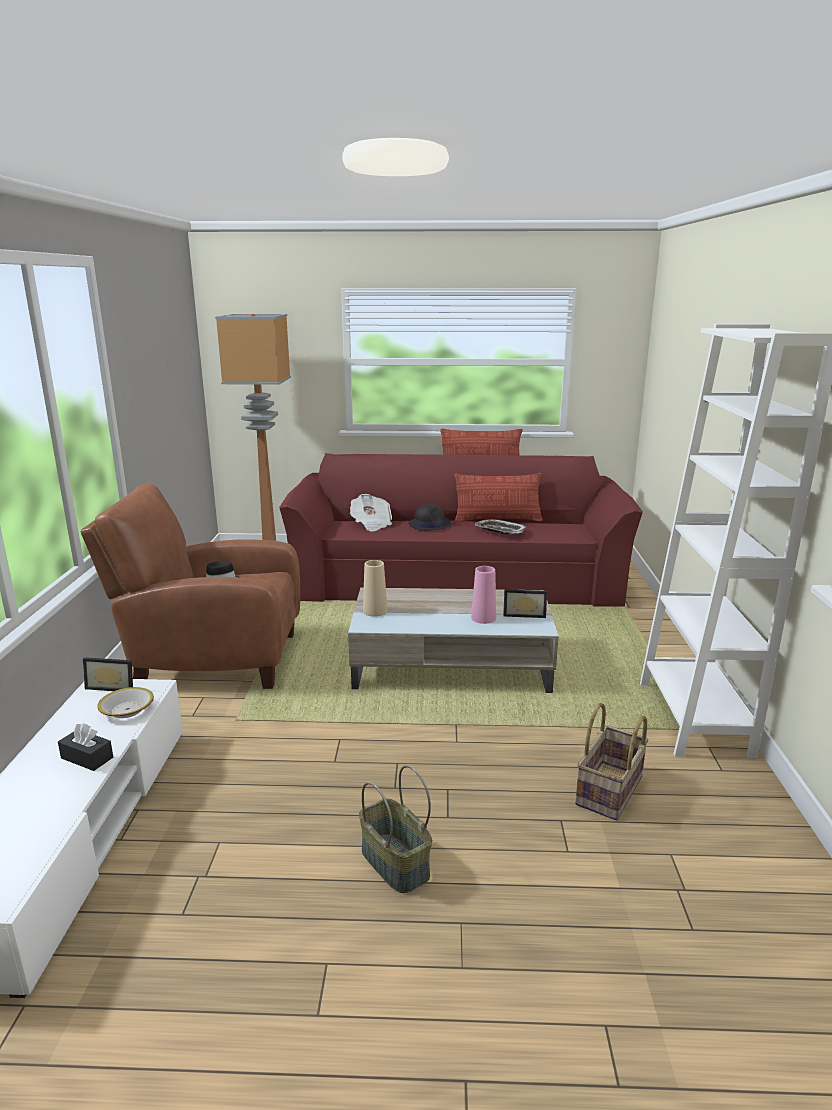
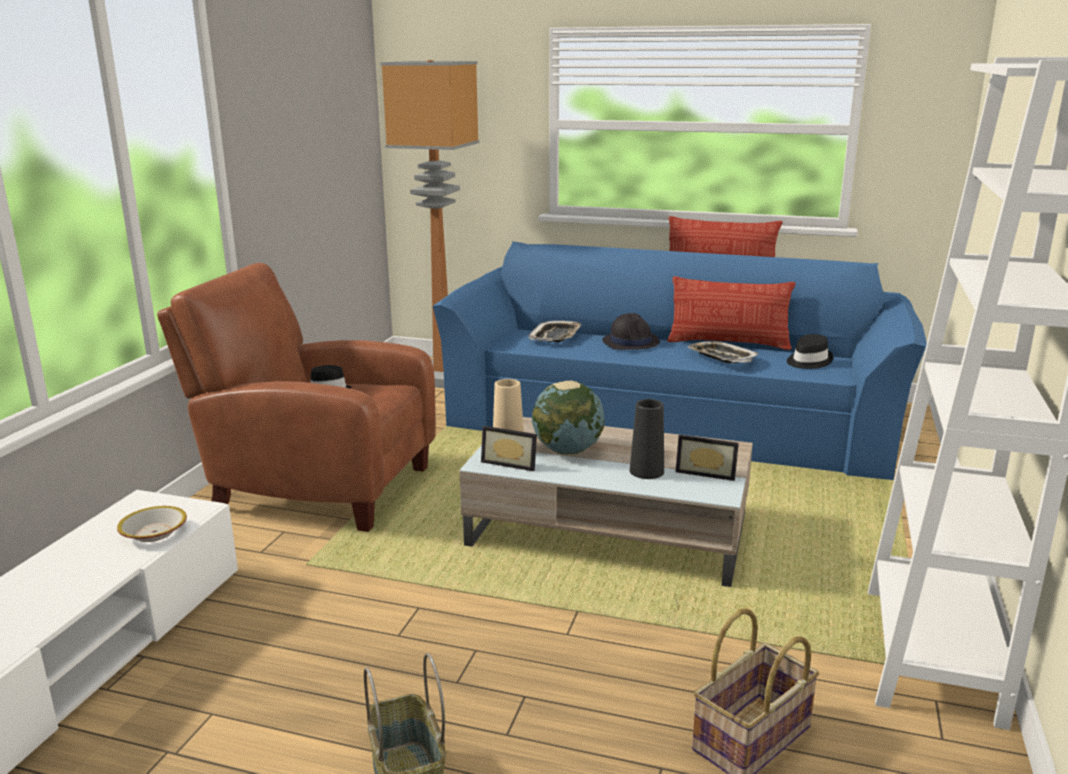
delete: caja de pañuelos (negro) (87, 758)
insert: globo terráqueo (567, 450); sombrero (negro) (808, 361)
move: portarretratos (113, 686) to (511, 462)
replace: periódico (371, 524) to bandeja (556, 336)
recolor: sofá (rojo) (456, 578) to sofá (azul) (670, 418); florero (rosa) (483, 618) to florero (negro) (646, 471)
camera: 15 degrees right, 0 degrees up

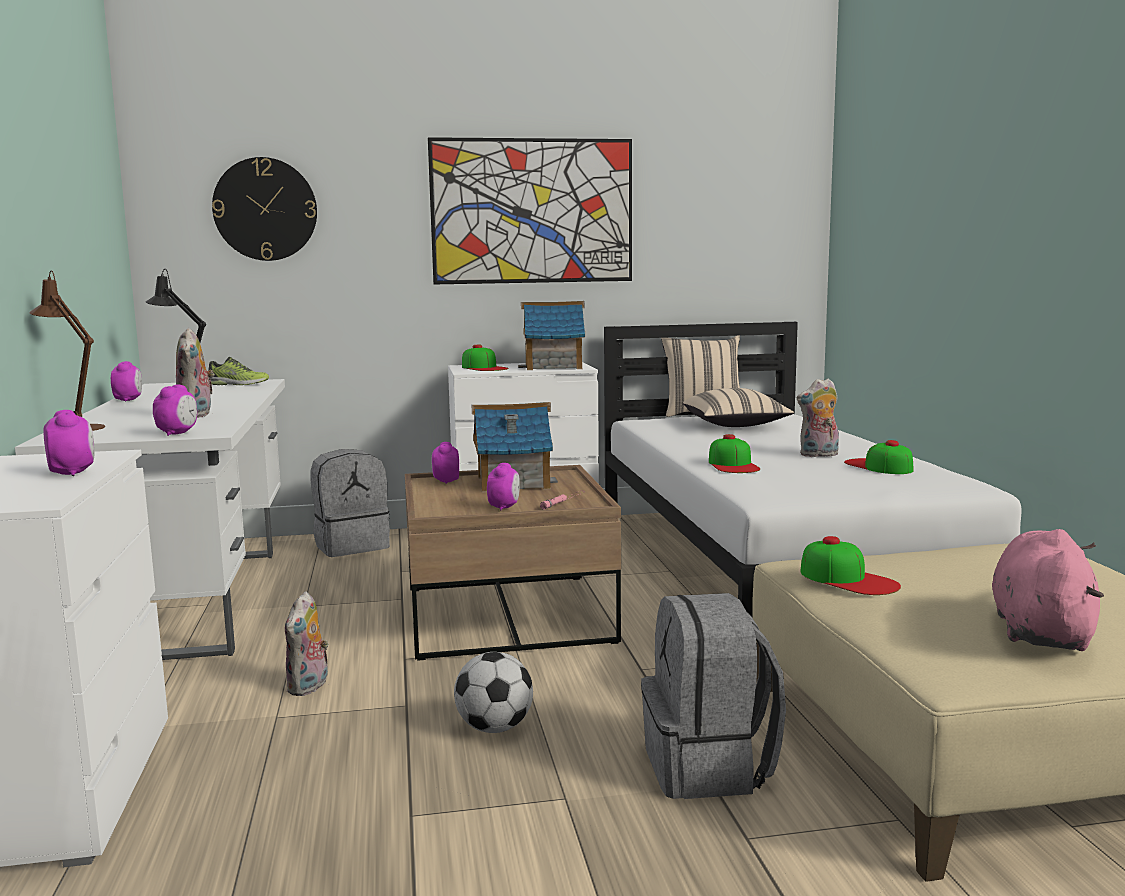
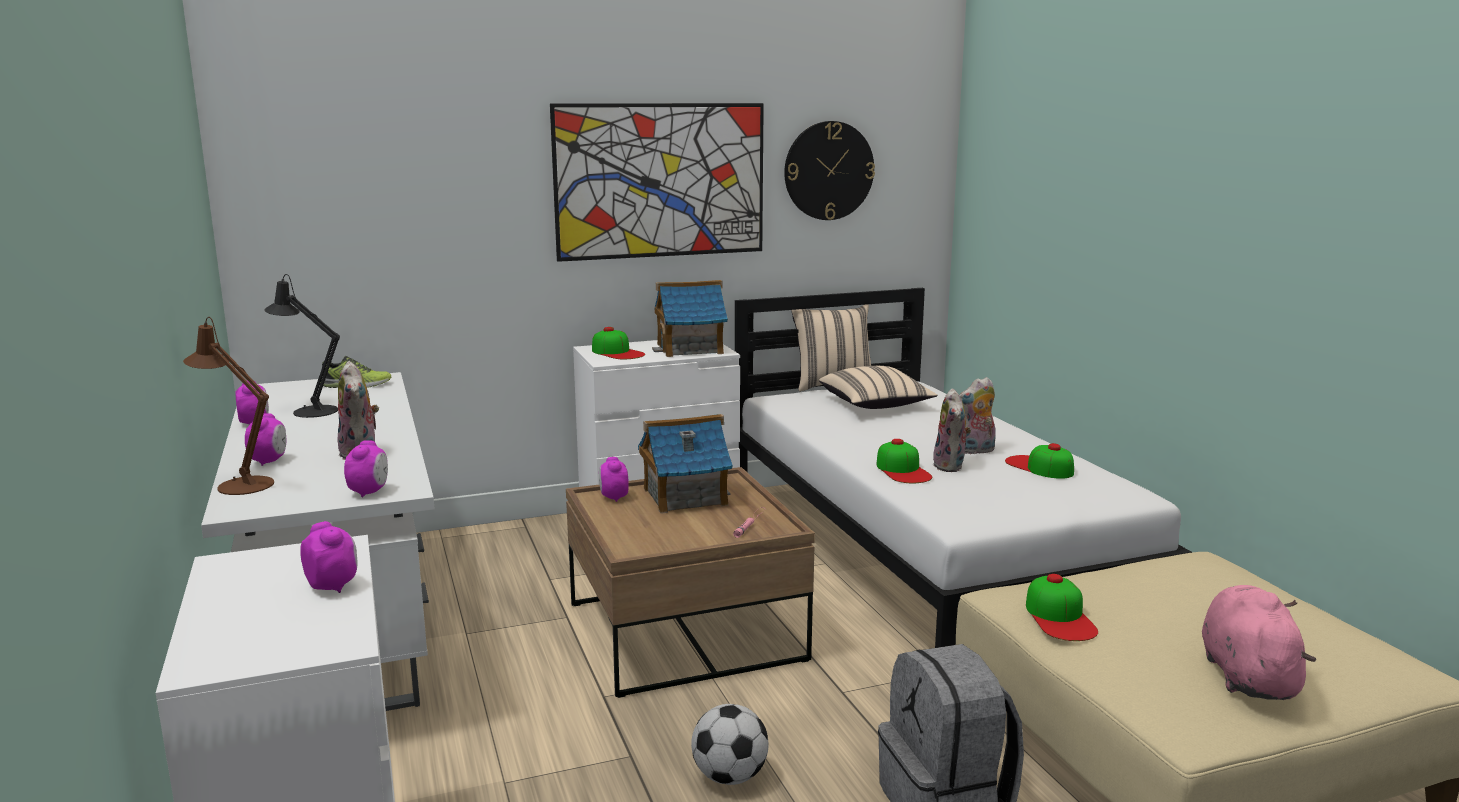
delete: mochila (gris) (352, 546)
move: despertador (504, 507) to (269, 461); reloj de pared (265, 209) to (828, 171); peluche (309, 687) to (951, 466)
rotate: gorra (848, 579) = (1060, 617) 45 degrees clockwise
camera: 10 degrees left, 5 degrees up

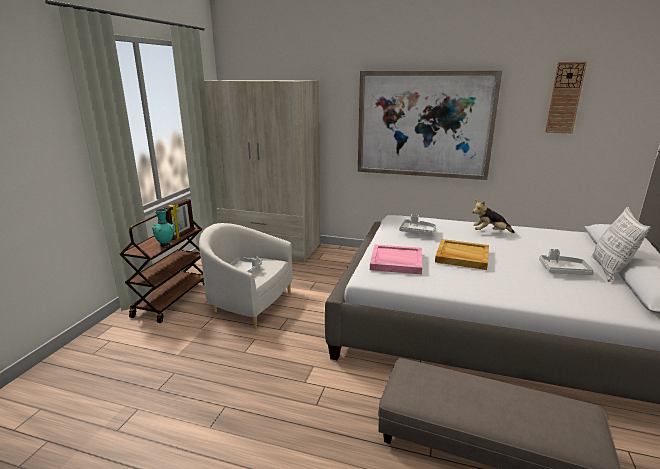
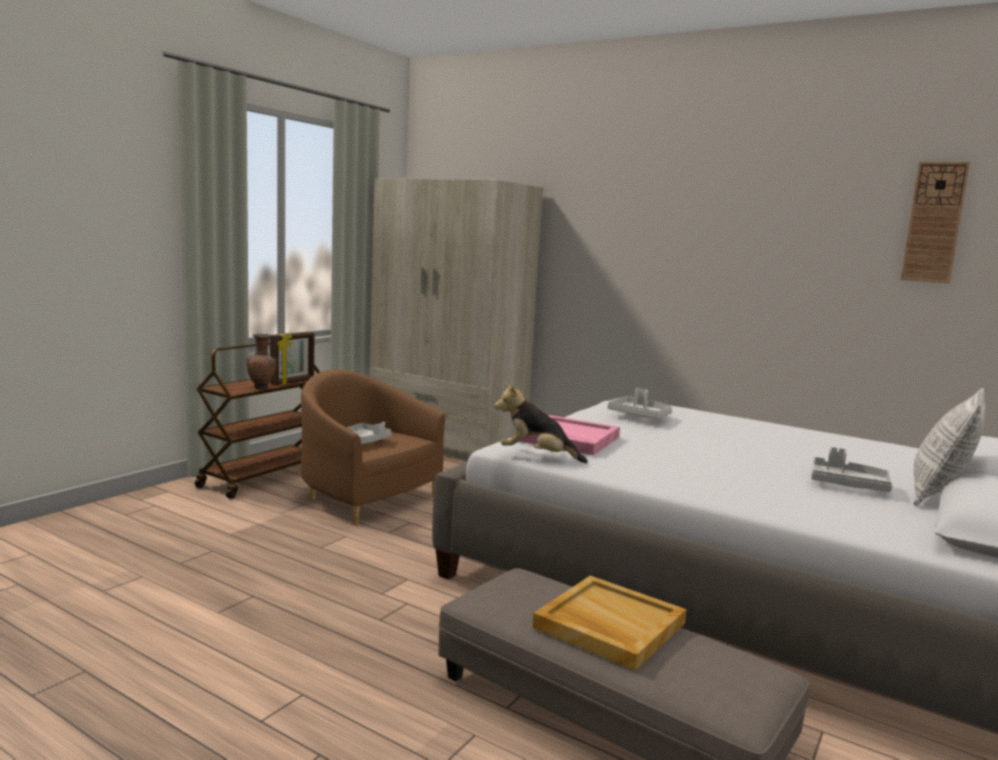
delete: cuadro (424, 124)
move: peluche (490, 232) to (537, 456); bandeja (beis) (461, 256) to (608, 625)
recolor: florero (turquesa) (165, 245) to florero (marrón) (262, 387); sillón (blanco) (248, 303) to sillón (marrón) (365, 498)
camera: 15 degrees right, 10 degrees down

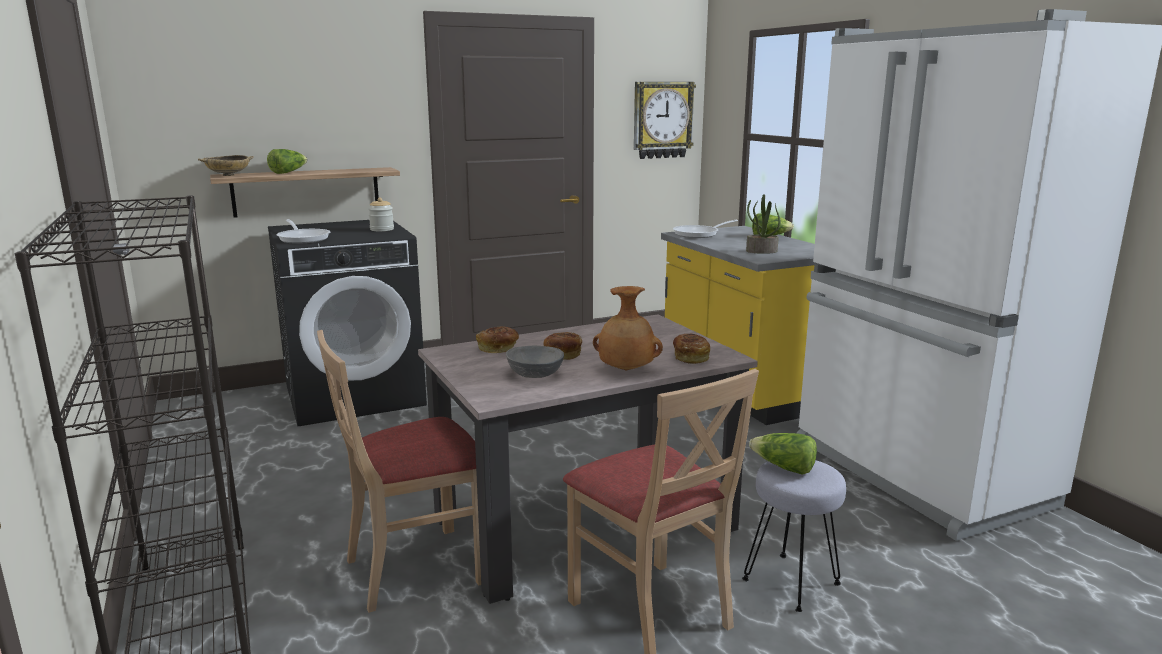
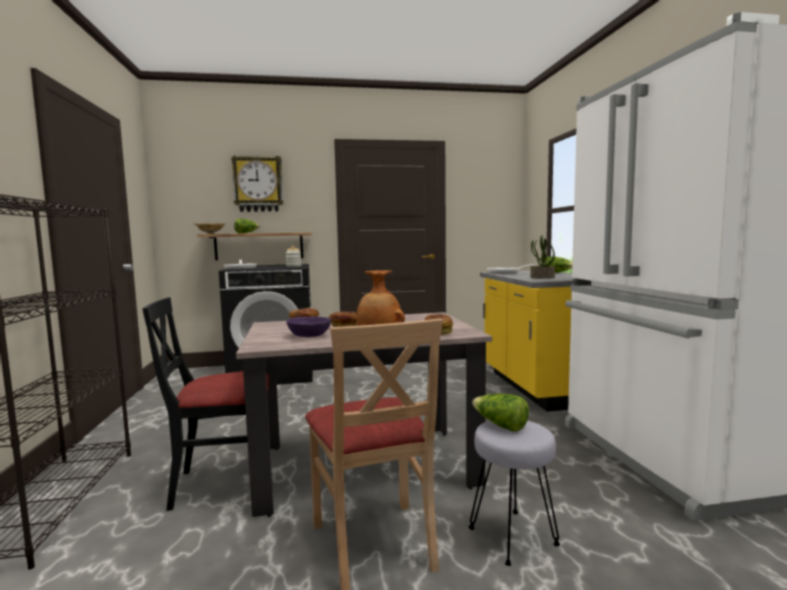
move: reloj de pared (662, 120) to (258, 184)
recolor: silla (beis) (415, 568) to silla (negro) (223, 483); cuenco (gris) (534, 374) to cuenco (morado) (309, 336)
camera: 15 degrees right, 10 degrees down

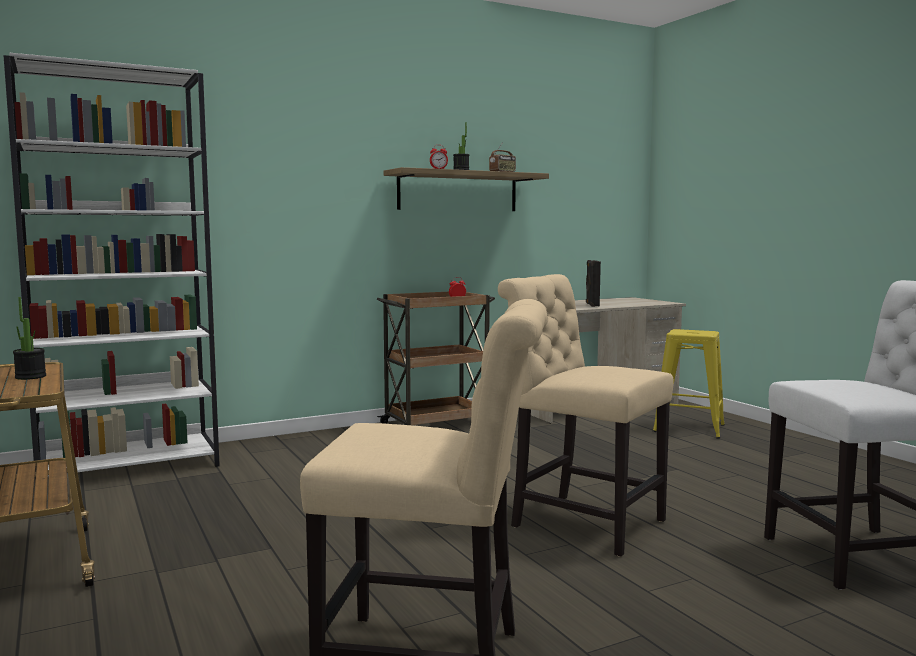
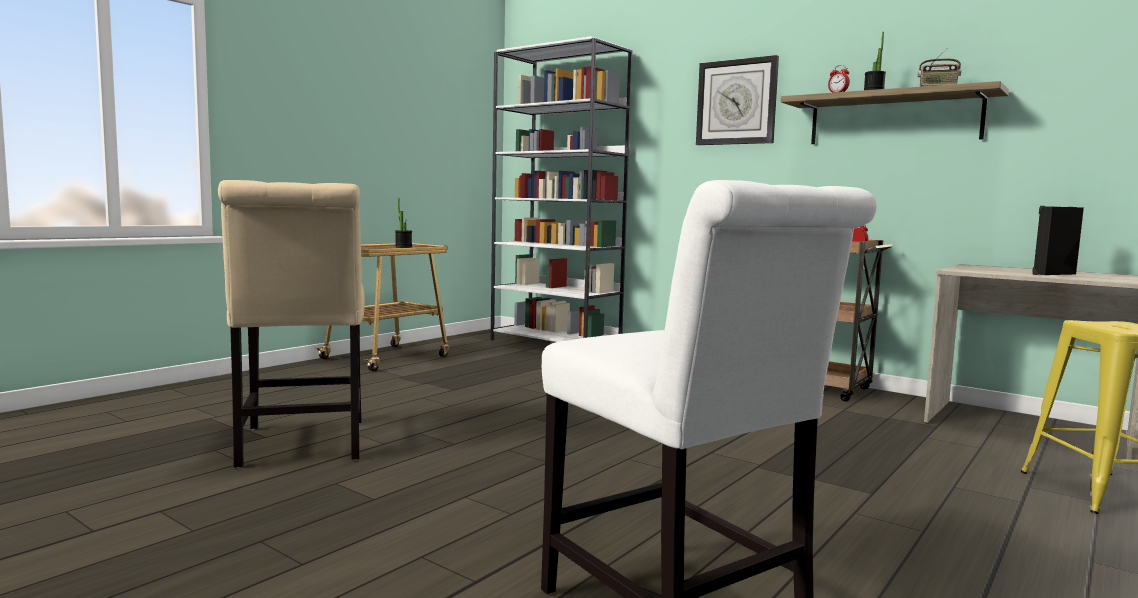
delete: silla (beis) (581, 522)
insert: reloj de pared (736, 102)
camera: 65 degrees right, 0 degrees up

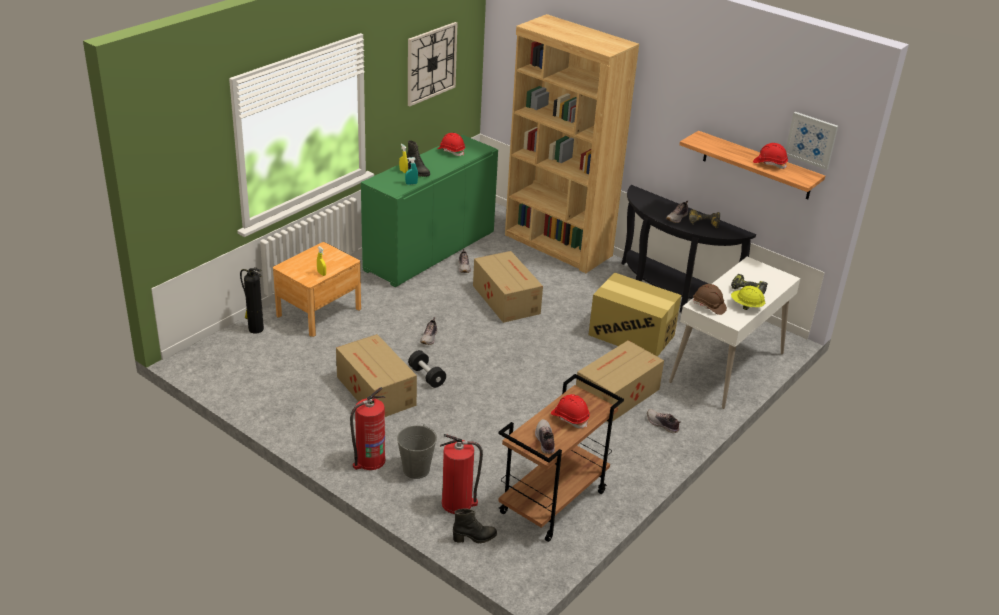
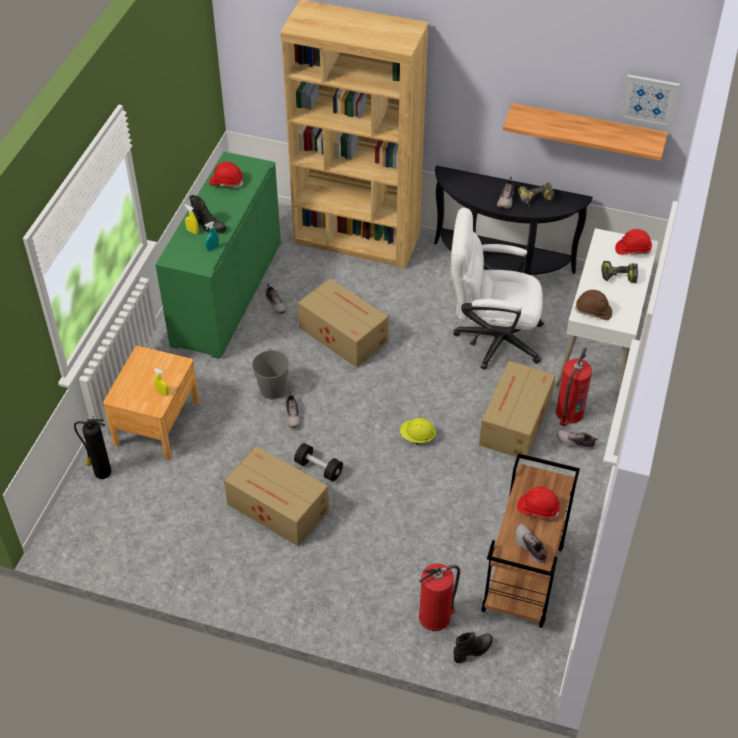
delete: reloj de pared (431, 63)
move: cubo (gris) (416, 469) to (272, 389); casco (amarillo) (746, 306) to (417, 437); extintor (369, 460) to (569, 413); casco (rojo) (769, 164) to (632, 249)
replace: caja de cartón (631, 335) to silla de oficina (blanco) (491, 338)
camera: 20 degrees left, 15 degrees up

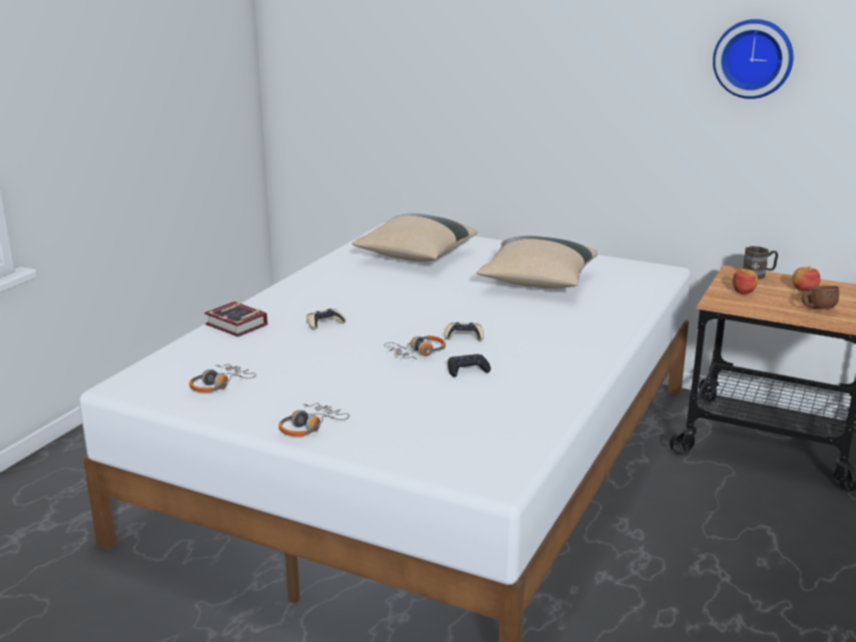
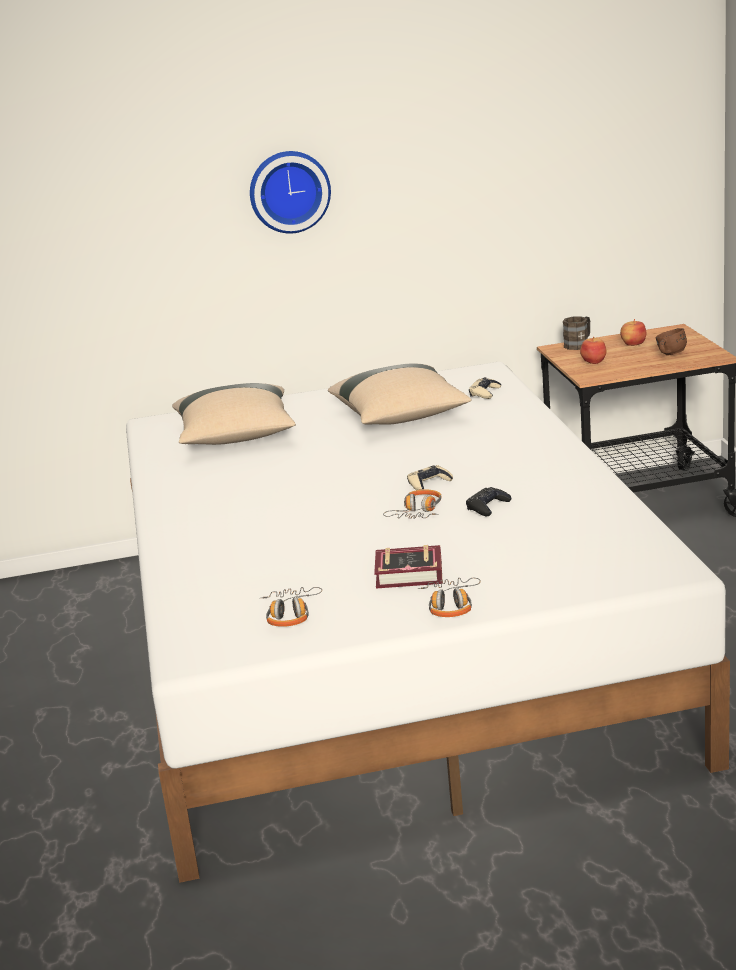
move: reloj de pared (753, 58) to (289, 191); libro (237, 326) to (412, 575); mando de consola (beis) (324, 323) to (484, 393)
camera: 35 degrees left, 0 degrees up

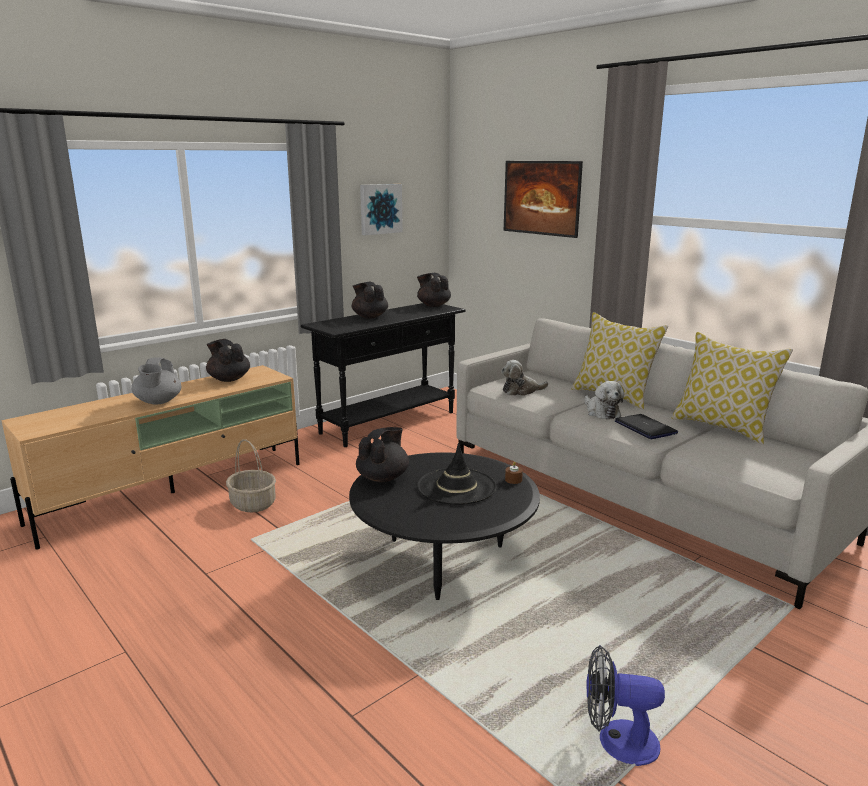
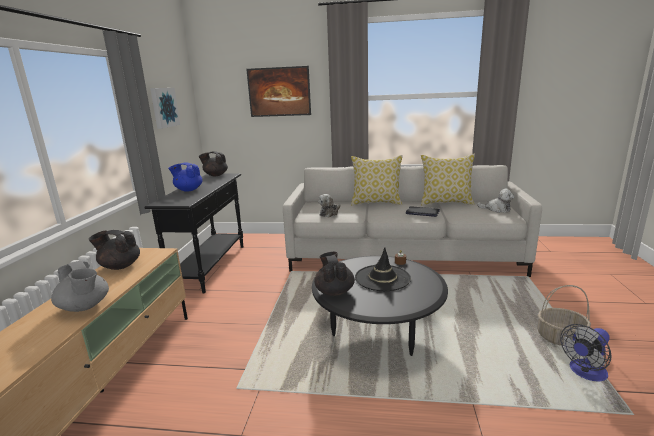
move: peluche (601, 412) to (496, 209); cesta (252, 504) to (560, 338)
recolor: tetera (negro) (369, 317) to tetera (azul) (188, 190)
camera: 40 degrees left, 0 degrees up

